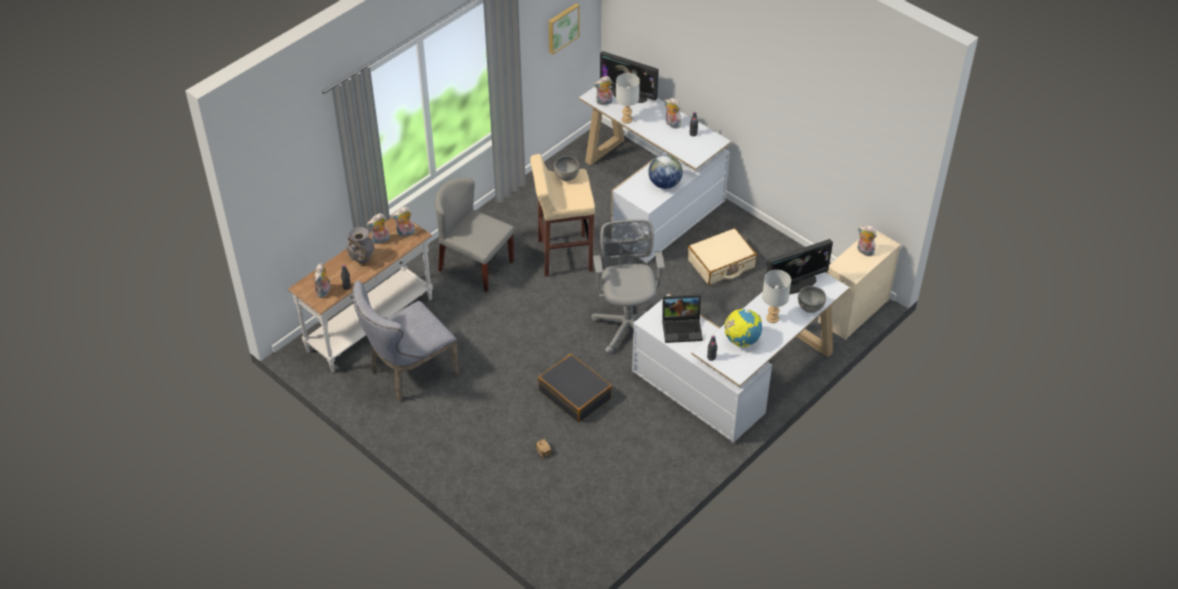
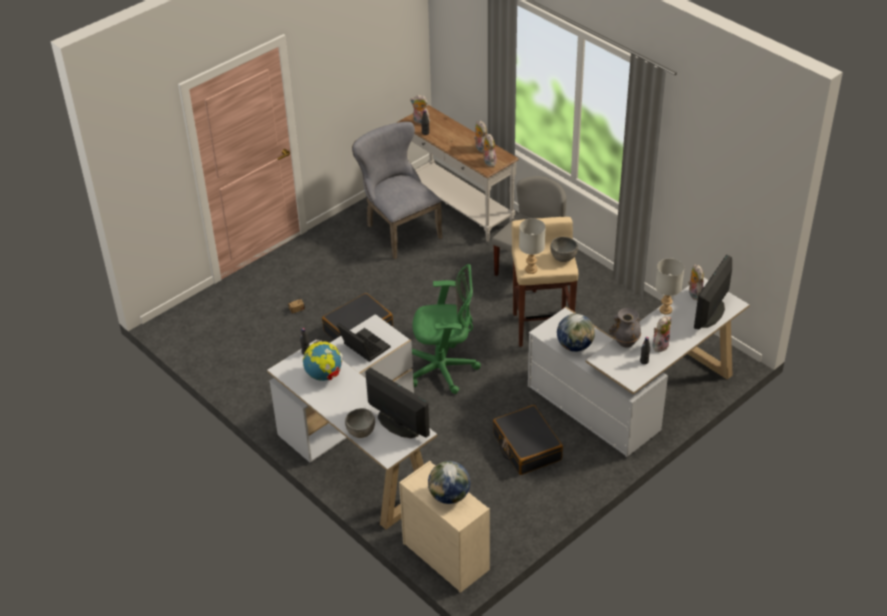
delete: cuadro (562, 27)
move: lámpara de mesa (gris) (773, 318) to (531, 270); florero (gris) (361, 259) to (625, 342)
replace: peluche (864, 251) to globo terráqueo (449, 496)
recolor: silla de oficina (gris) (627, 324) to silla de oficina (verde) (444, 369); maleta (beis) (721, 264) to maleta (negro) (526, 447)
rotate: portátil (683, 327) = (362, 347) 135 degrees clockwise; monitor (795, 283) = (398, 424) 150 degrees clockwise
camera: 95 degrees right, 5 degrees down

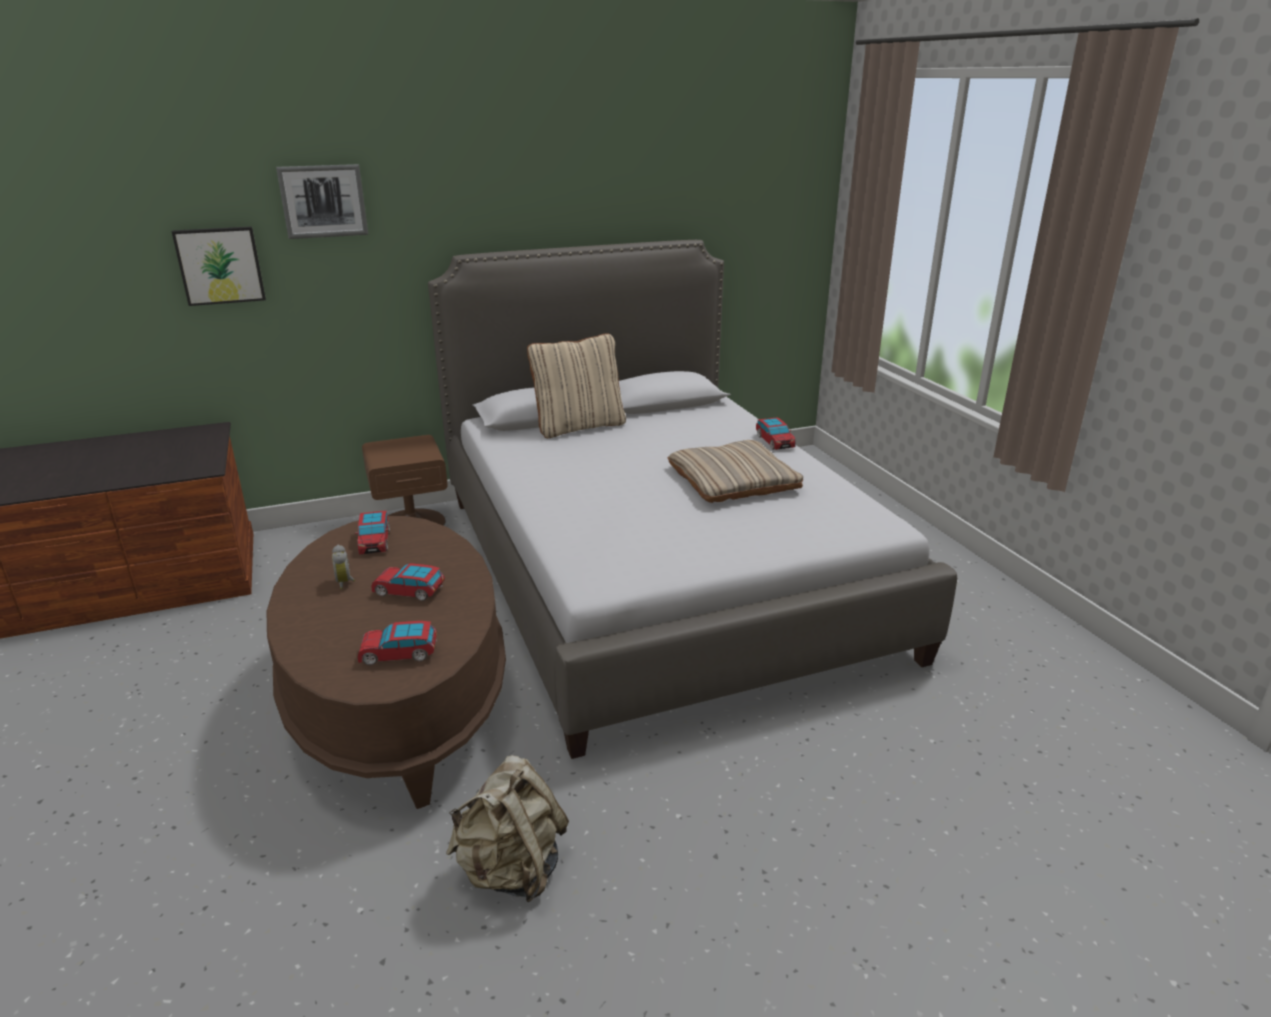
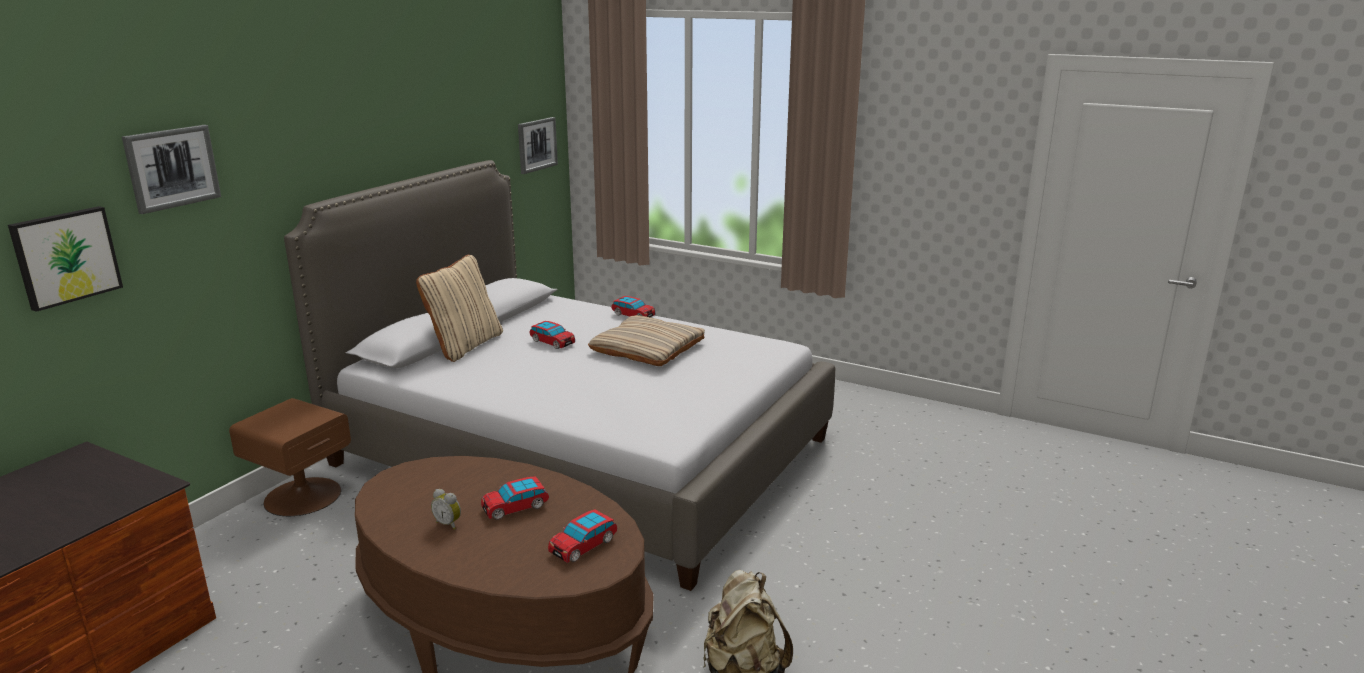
insert: cuadro (536, 145)
move: coche de juguete (374, 541) to (552, 342)
camera: 40 degrees left, 5 degrees down

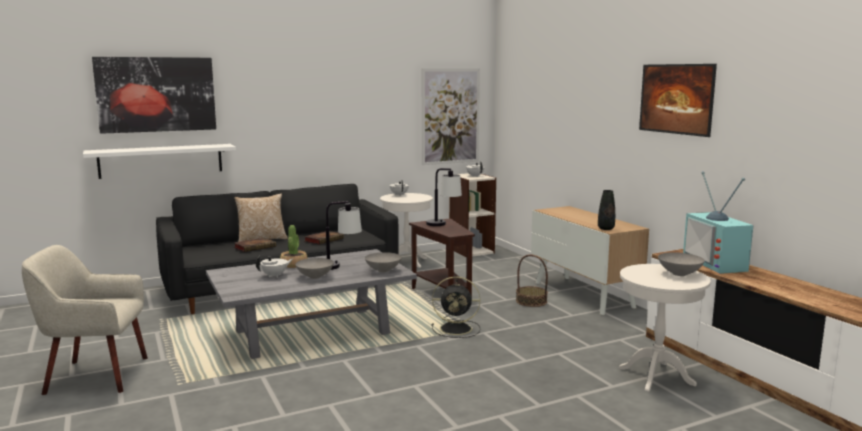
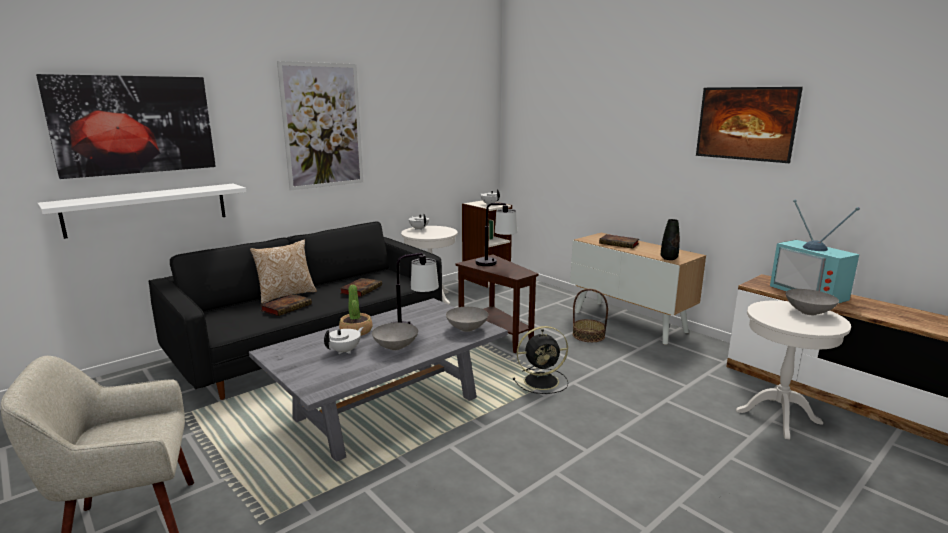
insert: libro (620, 244)
move: cuadro (450, 116) to (323, 126)
camera: 15 degrees left, 5 degrees up

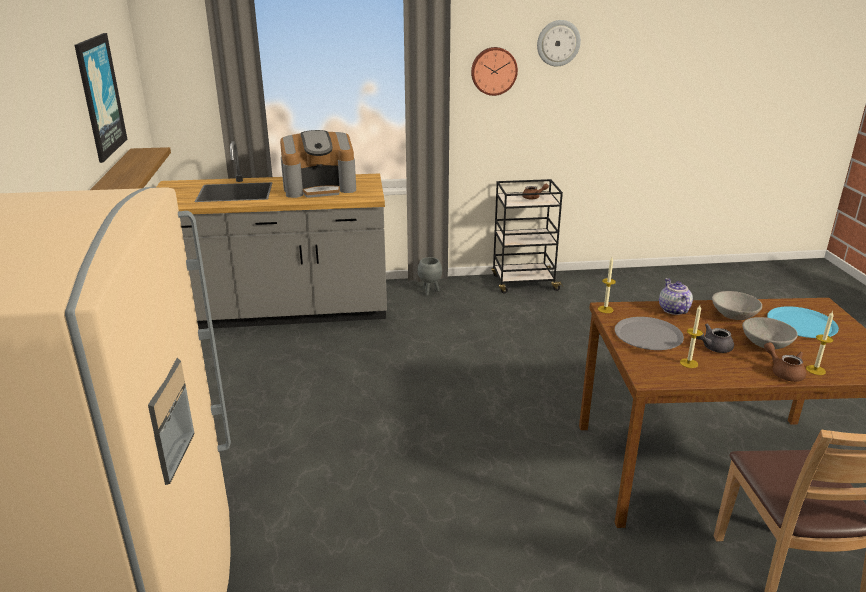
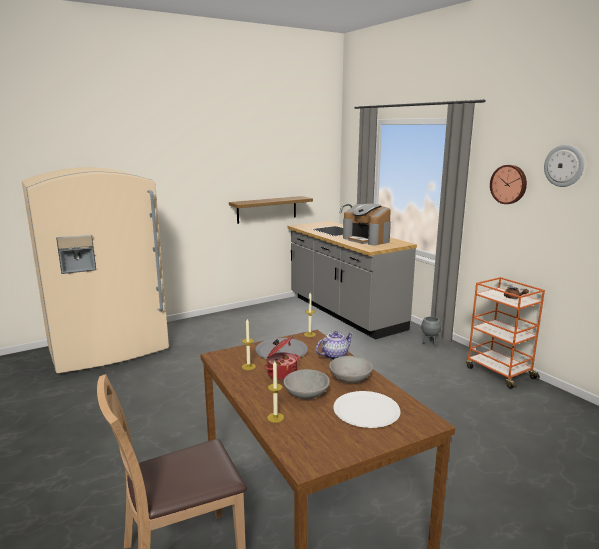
delete: cuadro (99, 96); tetera (marrón) (784, 372)
replace: tetera (gris) (712, 347) to olla (281, 373)
recolor: plato (azul) (801, 324) to plato (blanco) (366, 410); carrito (negro) (523, 283) to carrito (naranja) (499, 372)
camera: 65 degrees right, 10 degrees down

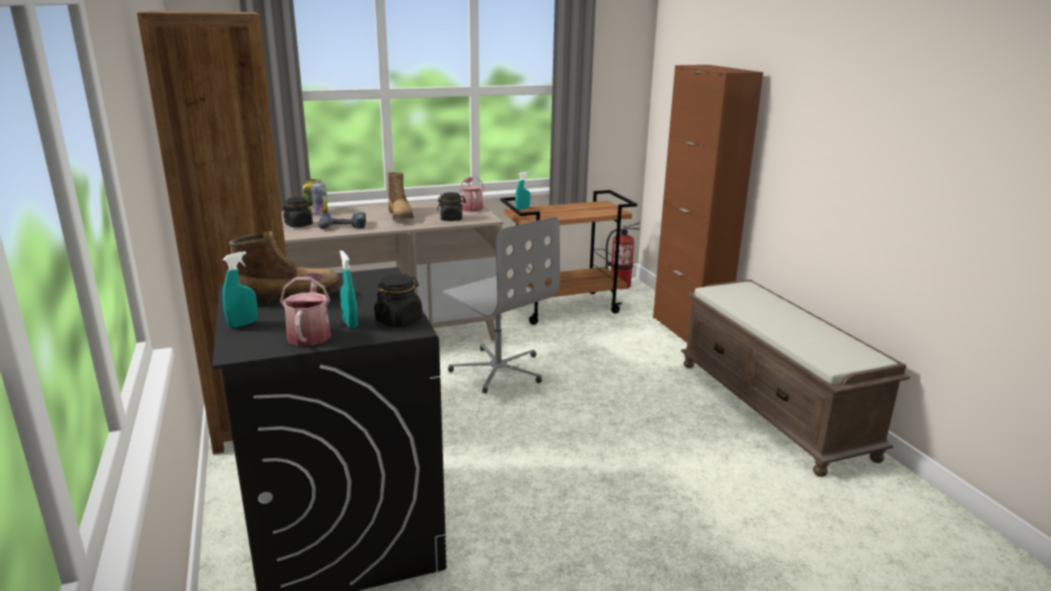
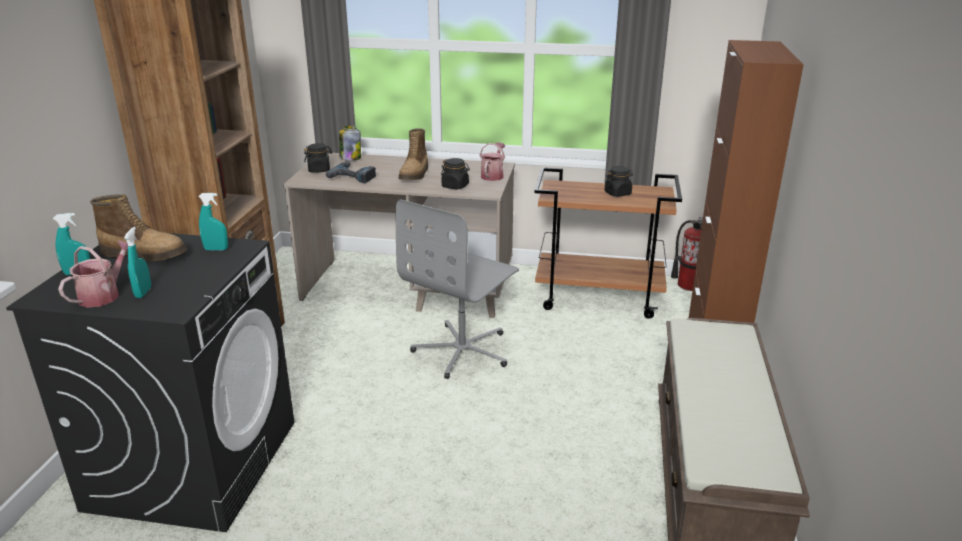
move: pulverizador (turquesa) (522, 208) to (216, 249); tarro (negro) (399, 320) to (618, 193)
rotate: silla de oficina (gris) (498, 369) = (463, 351) 45 degrees clockwise
camera: 30 degrees right, 5 degrees up

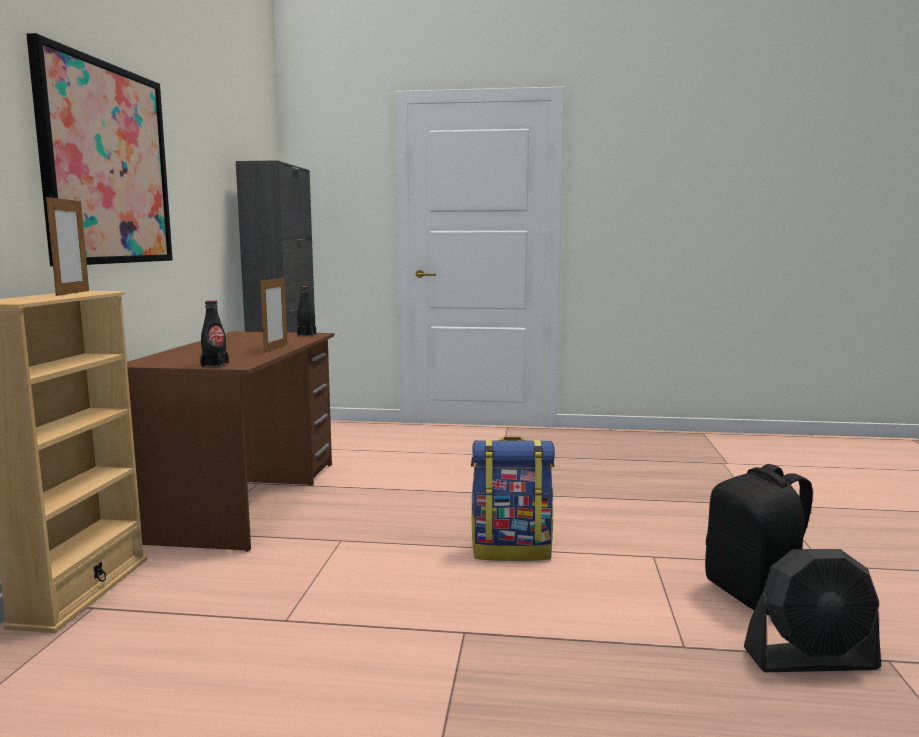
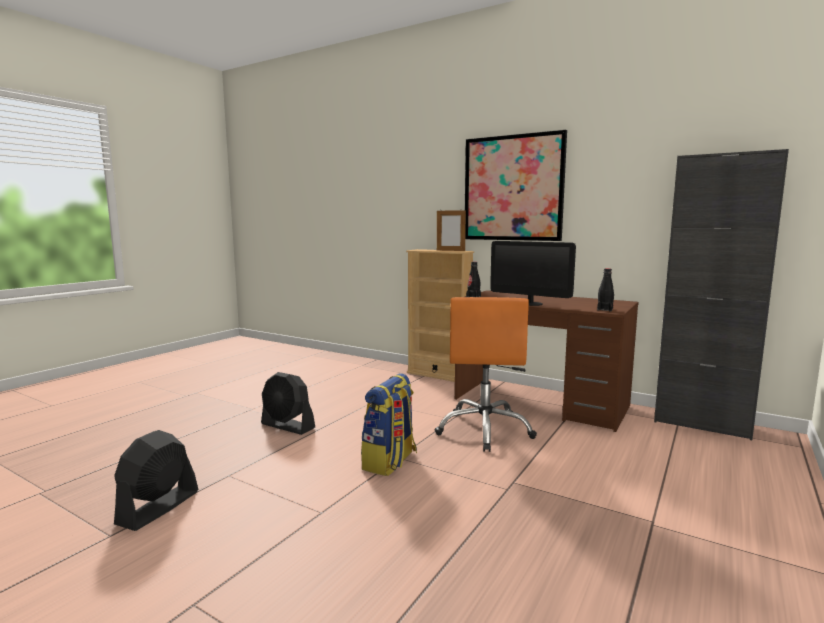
delete: mochila (negro) (755, 596)
insert: ventilador (negro) (288, 426); silla de oficina (naranja) (485, 430)
replace: portarretratos (276, 348) to monitor (530, 303)
camera: 115 degrees right, 0 degrees up

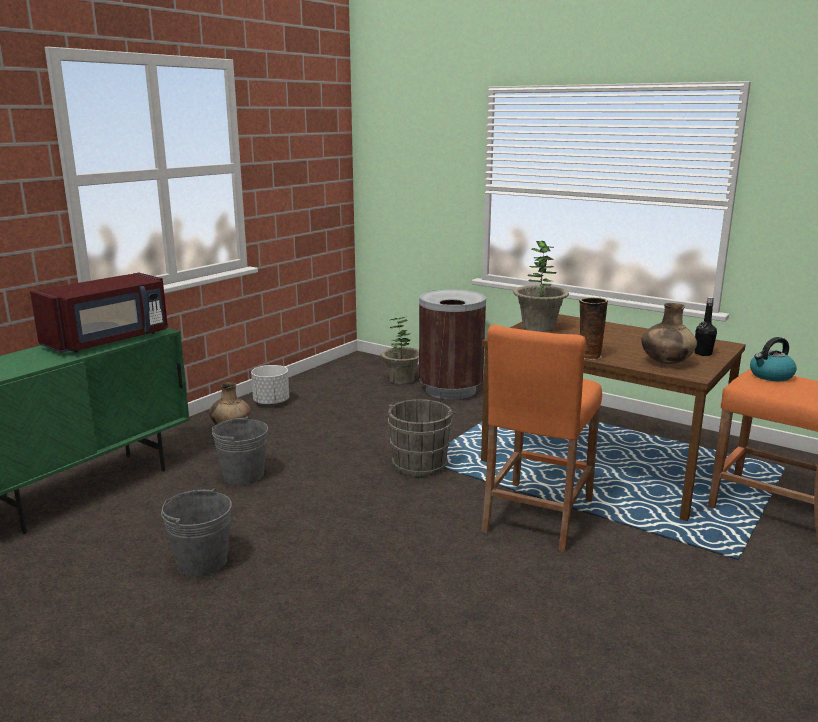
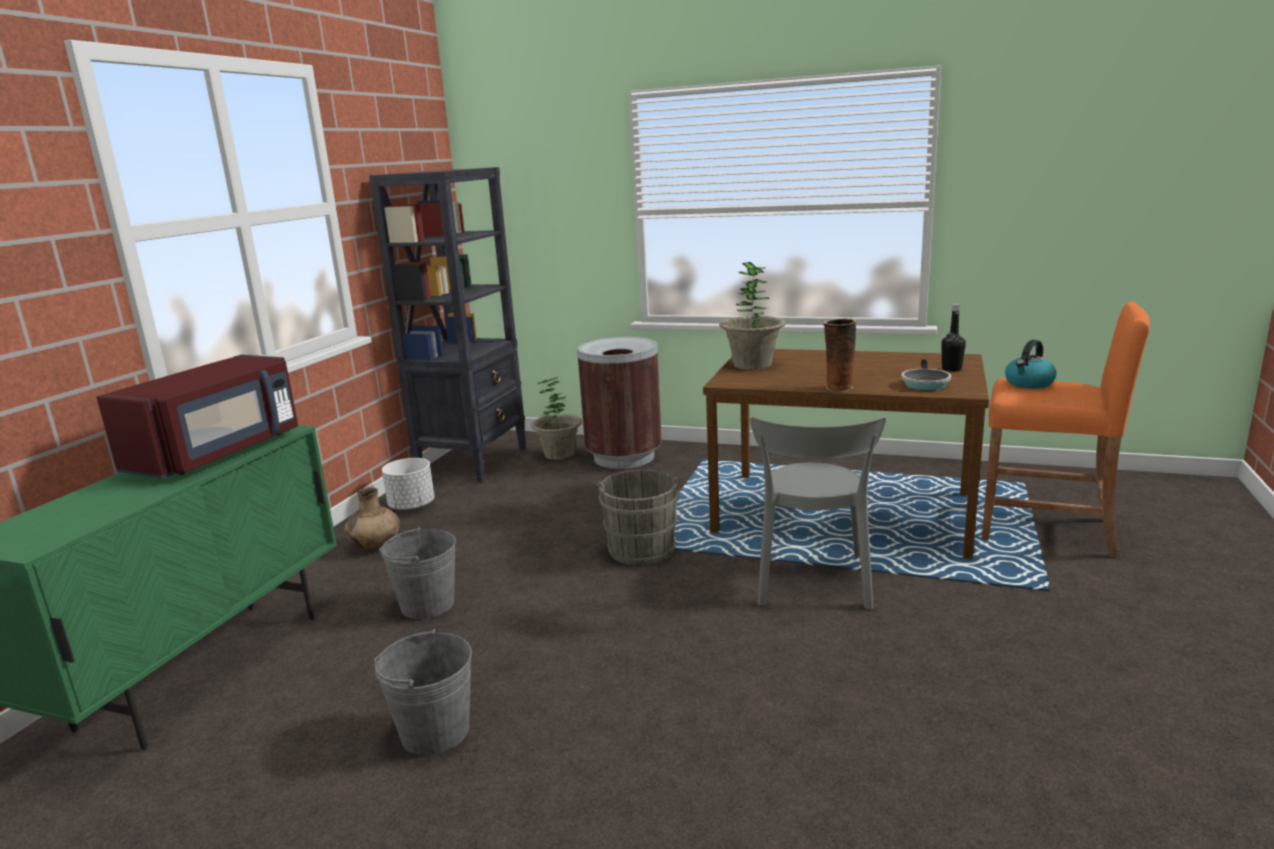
insert: estantería (negro) (474, 462)
replace: taburete (naranja) (537, 515) to silla (gris) (813, 584); florero (marrón) (666, 362) to sartén (924, 383)
camera: 15 degrees left, 0 degrees up

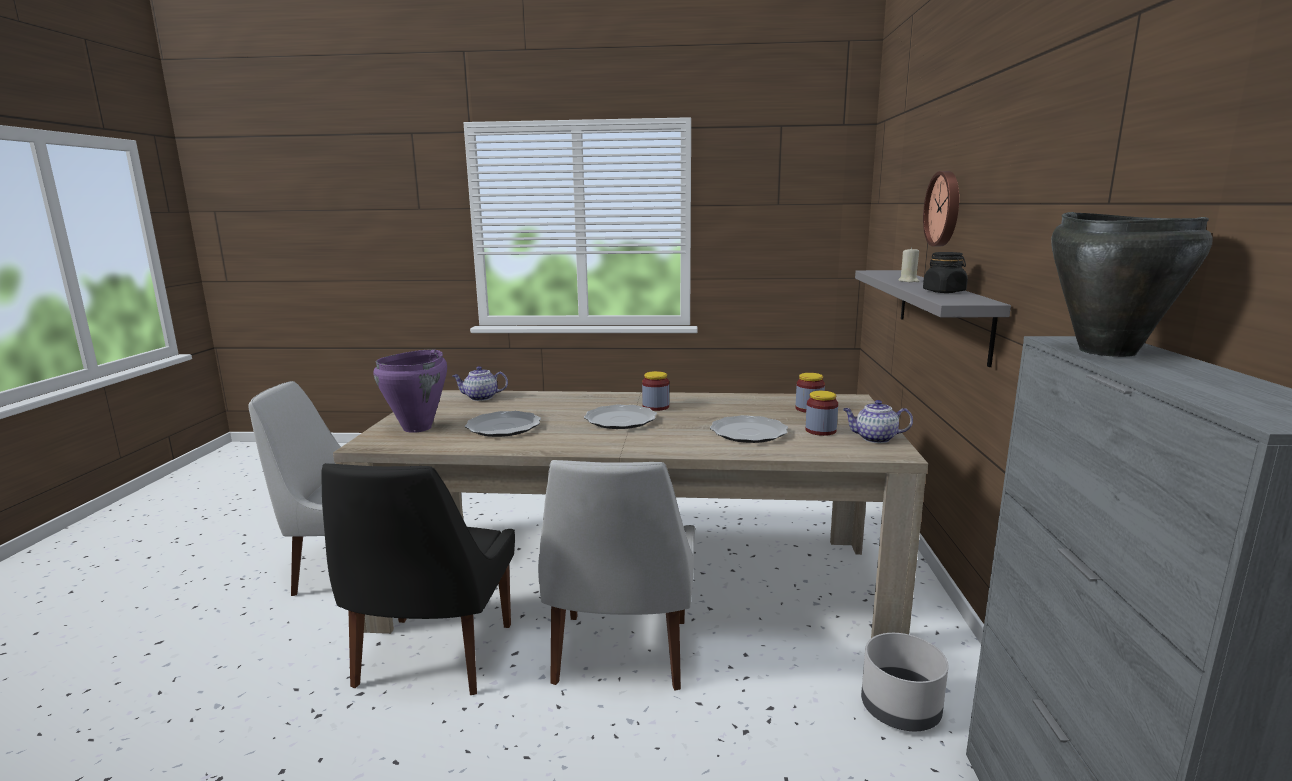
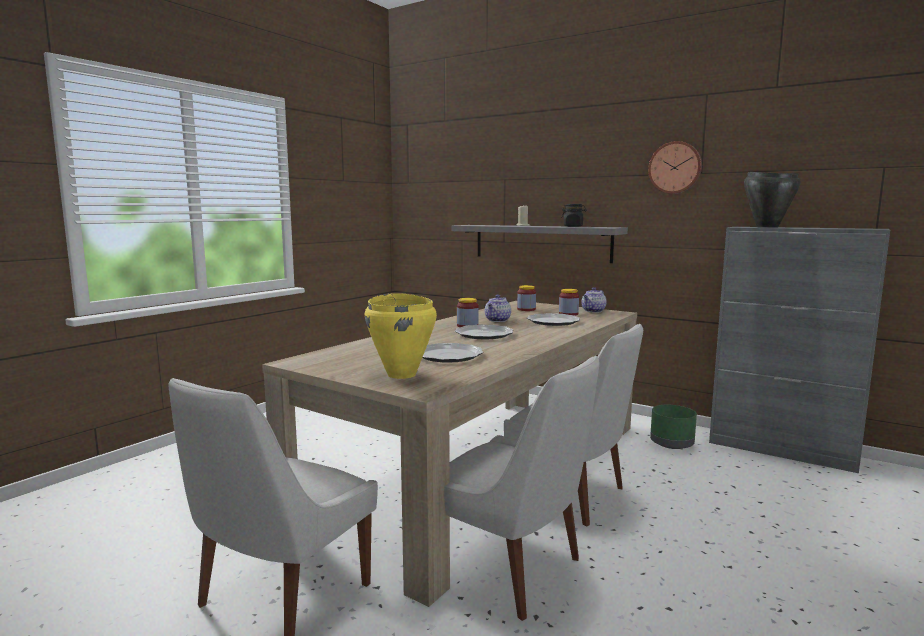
move: tetera (480, 398) to (497, 320); reloj de pared (944, 209) to (675, 168)
recolor: olla (morado) (418, 428) to olla (amarillo) (402, 374); silla (negro) (432, 659) to silla (blanco) (512, 571); maceta (gris) (901, 710) to maceta (verde) (672, 443)
camera: 60 degrees left, 5 degrees down

